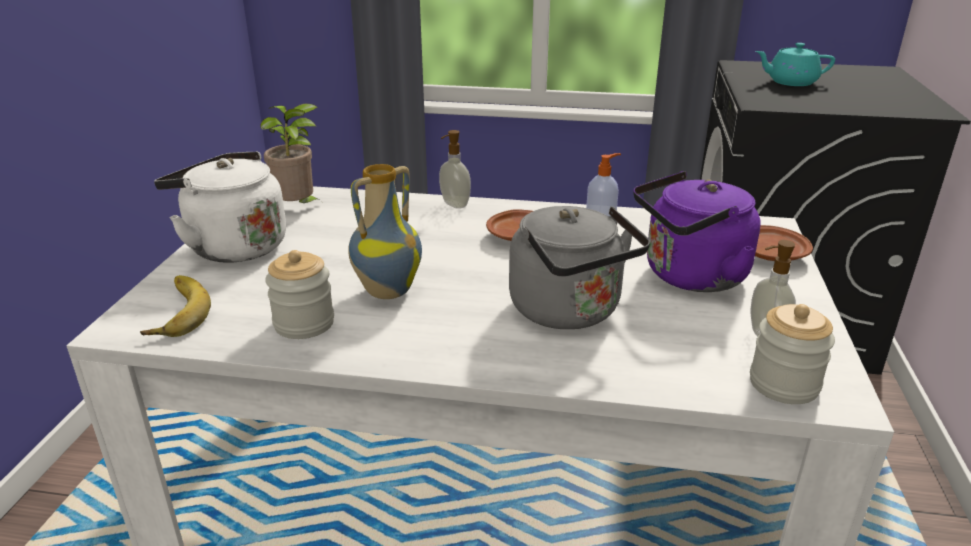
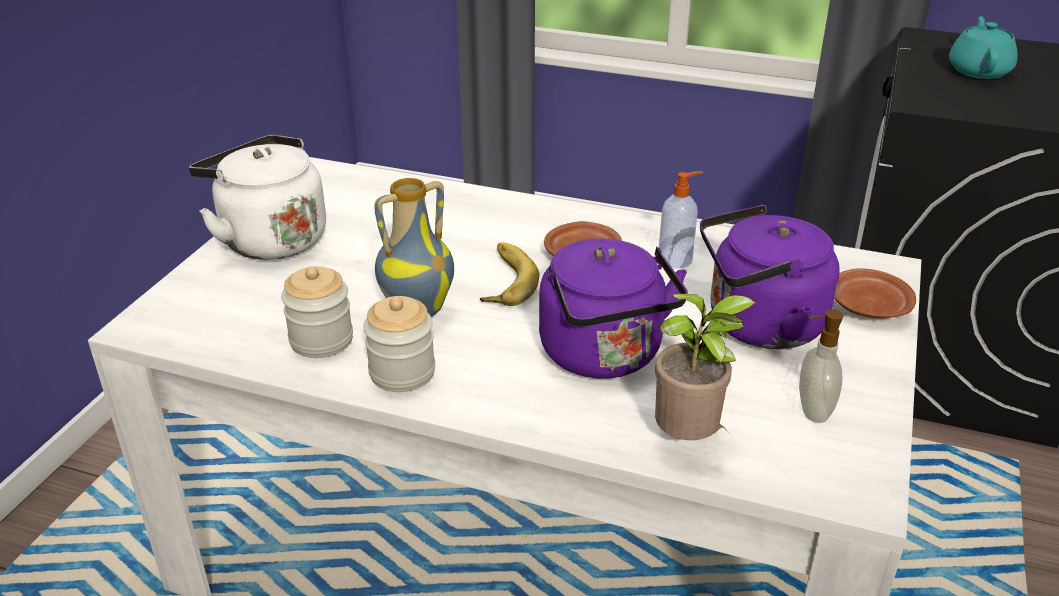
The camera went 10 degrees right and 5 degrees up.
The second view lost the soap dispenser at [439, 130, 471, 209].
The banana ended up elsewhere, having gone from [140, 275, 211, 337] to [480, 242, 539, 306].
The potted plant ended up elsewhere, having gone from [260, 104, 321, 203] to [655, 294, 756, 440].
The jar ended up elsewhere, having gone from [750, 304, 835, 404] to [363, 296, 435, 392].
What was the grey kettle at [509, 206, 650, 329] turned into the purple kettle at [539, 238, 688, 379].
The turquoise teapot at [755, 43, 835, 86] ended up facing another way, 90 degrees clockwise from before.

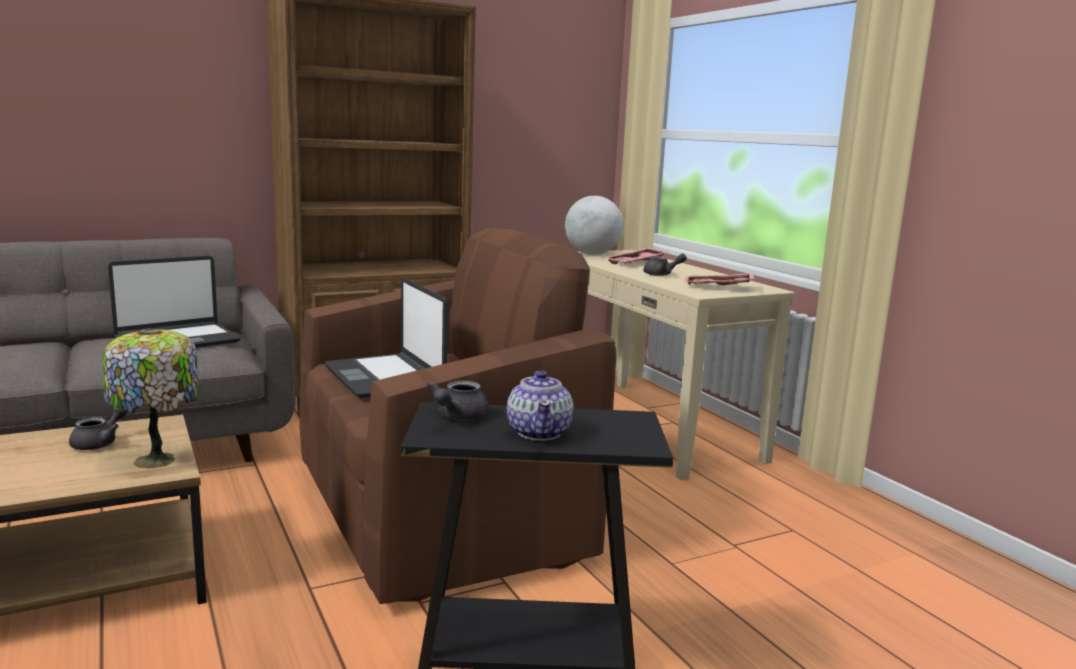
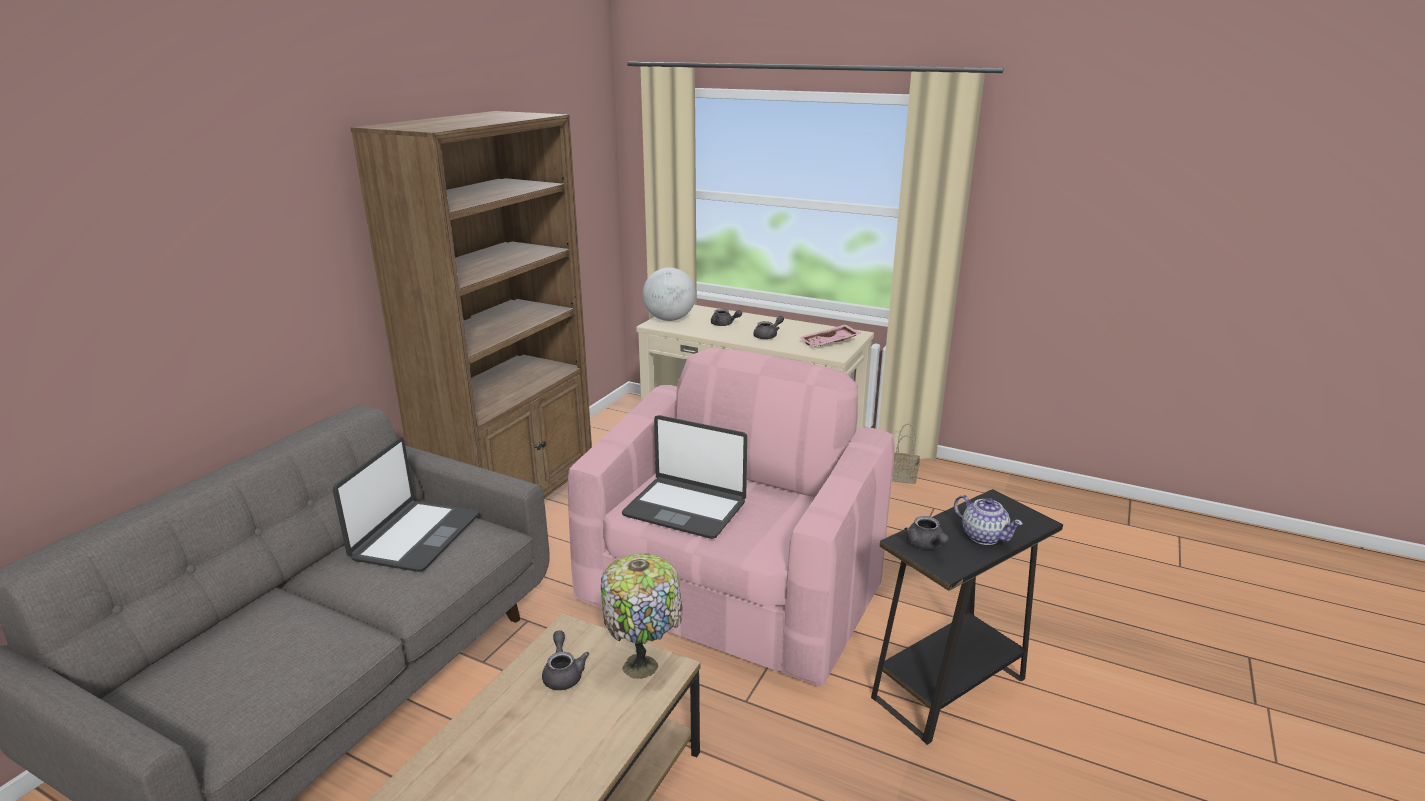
The camera went 35 degrees left and 10 degrees up.
The second view gained the basket at [892, 424, 920, 484].
Where the pink tray stood at [604, 248, 669, 264], the grey teapot came to stand at [711, 309, 742, 326].
What was the brown armchair at [299, 228, 616, 604] turned into the pink armchair at [568, 348, 895, 687].

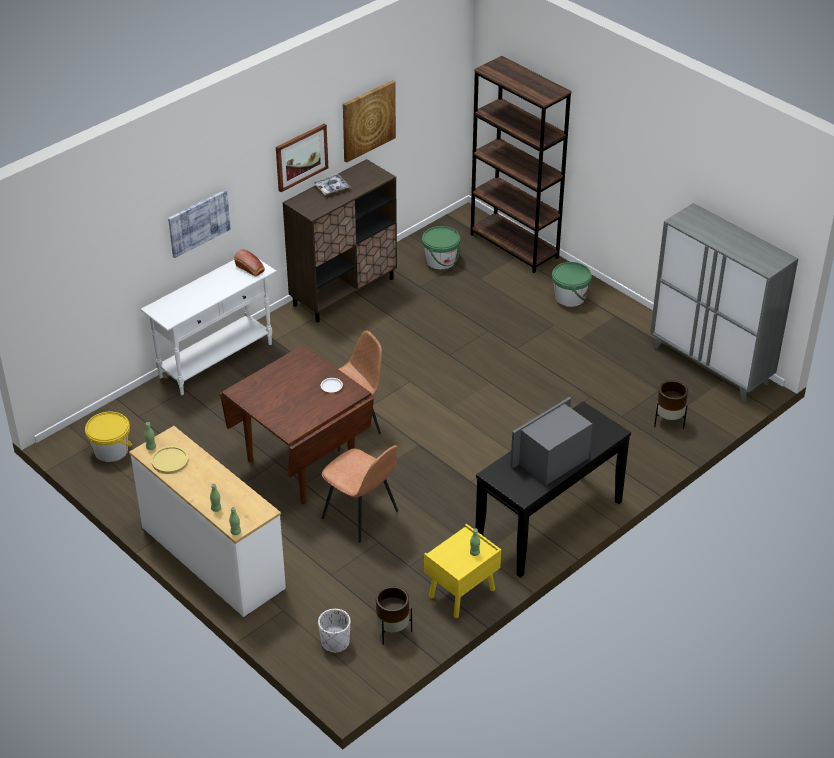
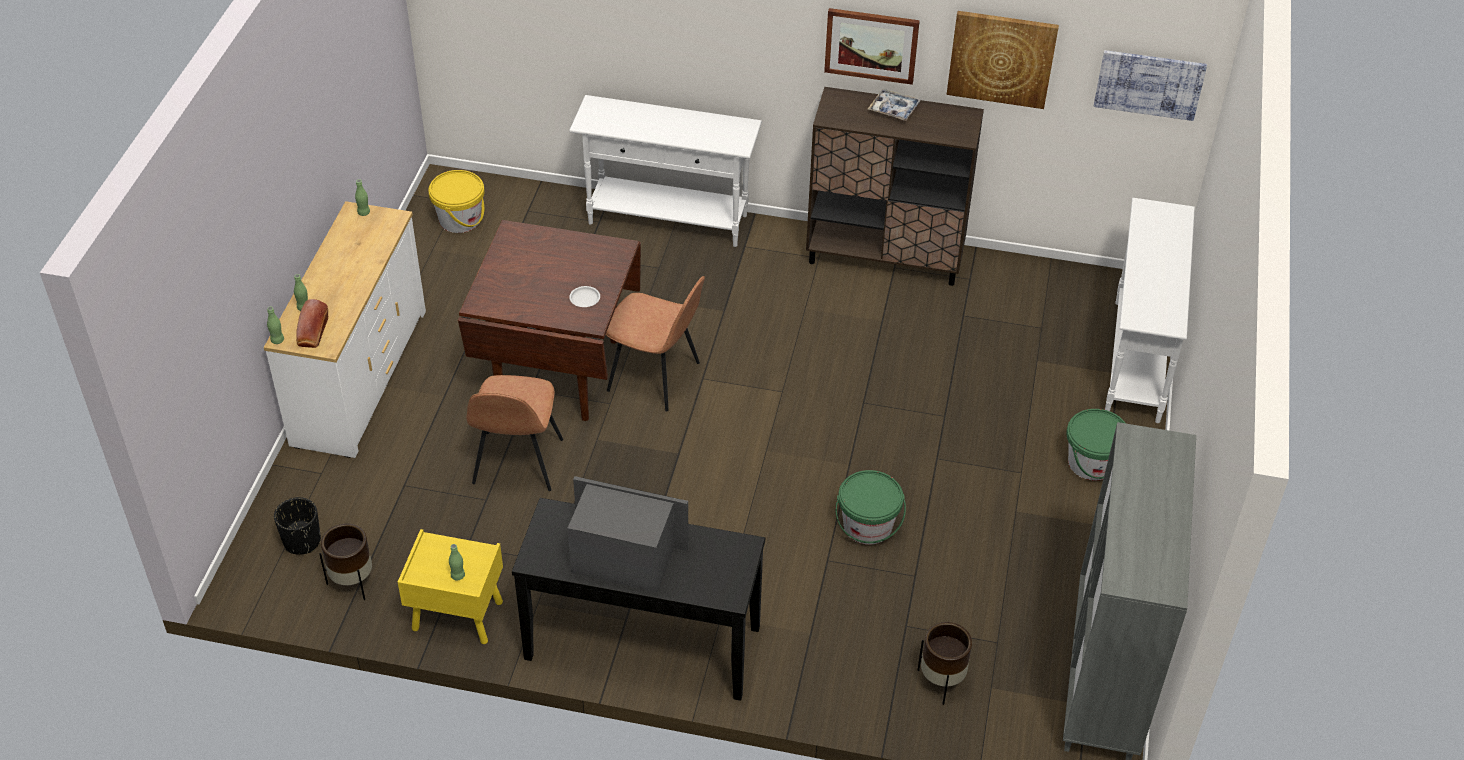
The camera went 55 degrees right and 5 degrees up.
The second view lost the yellow plate at [151, 446, 189, 474].
The picture ended up elsewhere, having gone from [168, 190, 231, 258] to [1094, 50, 1207, 121].
The bread ended up elsewhere, having gone from [234, 249, 265, 277] to [296, 299, 329, 348].
The green bucket ended up elsewhere, having gone from [422, 226, 460, 269] to [836, 470, 906, 545].
Where the brown bookcase stood at [470, 56, 572, 273], the white console table came to stand at [1105, 198, 1195, 423].
What was the white planter at [318, 609, 351, 653] turned into the black planter at [274, 497, 321, 555].

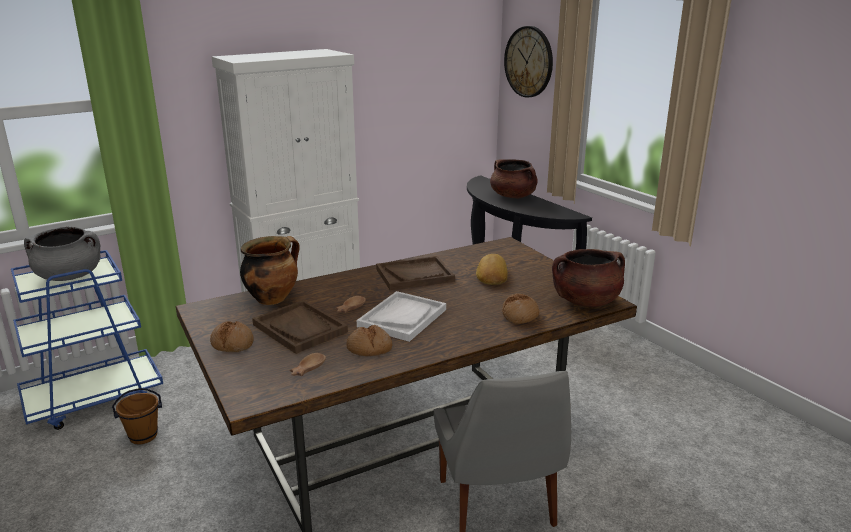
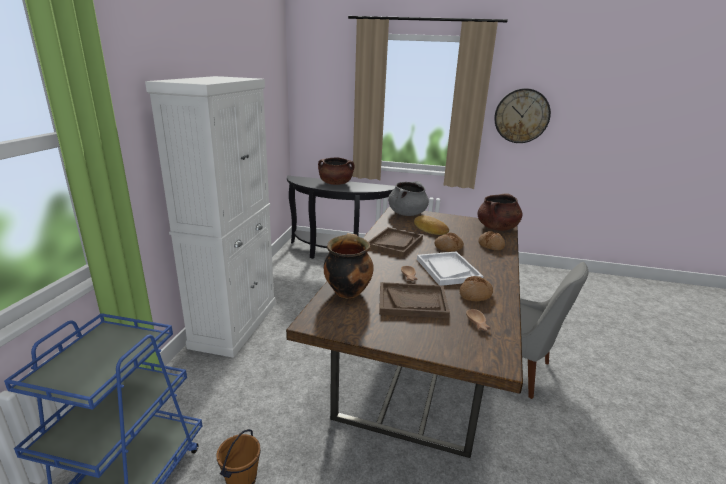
The camera went 45 degrees left and 0 degrees up.
The grey cooking pot ended up elsewhere, having gone from [24, 227, 100, 281] to [388, 181, 429, 216].
The bread ended up elsewhere, having gone from [210, 321, 253, 352] to [434, 233, 464, 252].
The wall clock ended up elsewhere, having gone from [504, 26, 553, 98] to [494, 88, 551, 143].

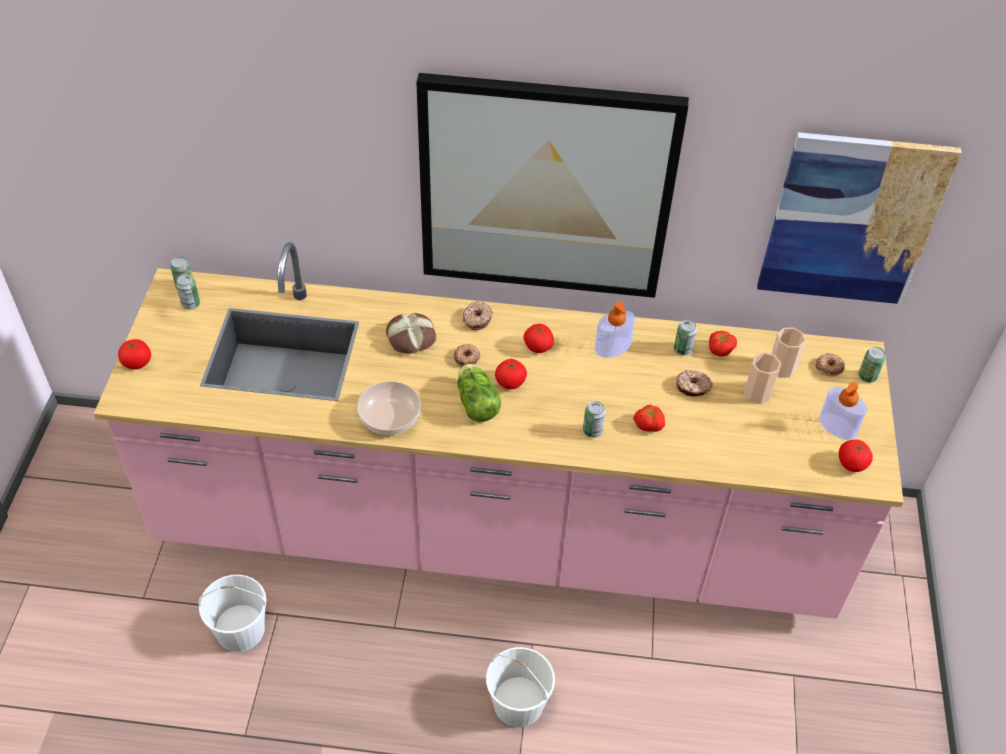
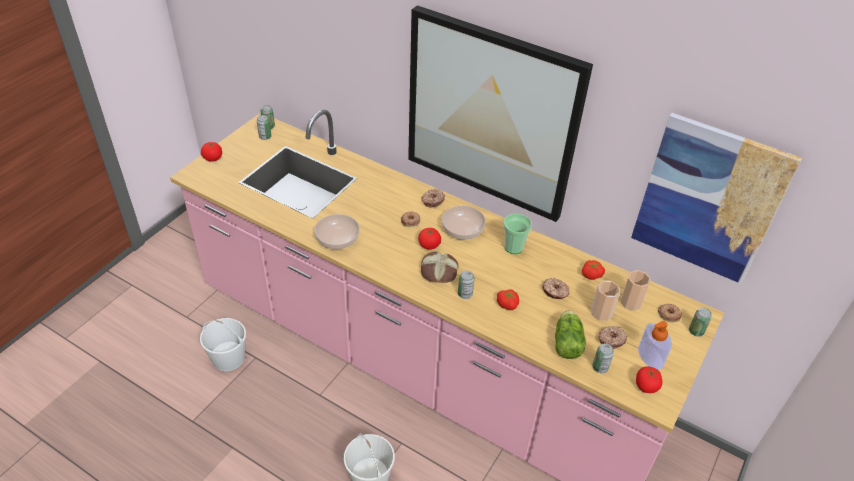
The camera went 25 degrees right and 5 degrees down.
The second view gained the donut at [598, 326, 627, 349].
The bread ended up elsewhere, having gone from [386, 313, 436, 354] to [421, 252, 459, 283].
The lettuce ended up elsewhere, having gone from [457, 364, 501, 422] to [555, 310, 586, 359].
The can ended up elsewhere, having gone from [674, 320, 697, 355] to [592, 343, 614, 373].
Where the tomato stood at [524, 324, 554, 353], the bowl came to stand at [442, 205, 486, 240].
Where the soap dispenser stood at [595, 302, 635, 358], the cup came to stand at [503, 214, 532, 254].

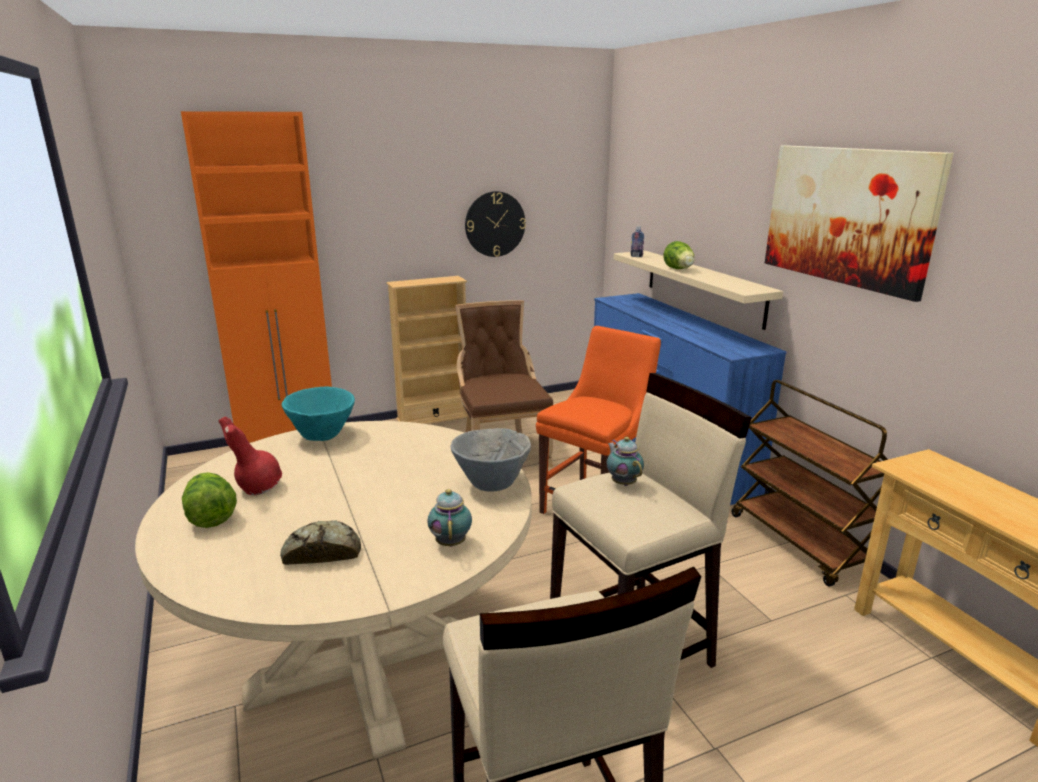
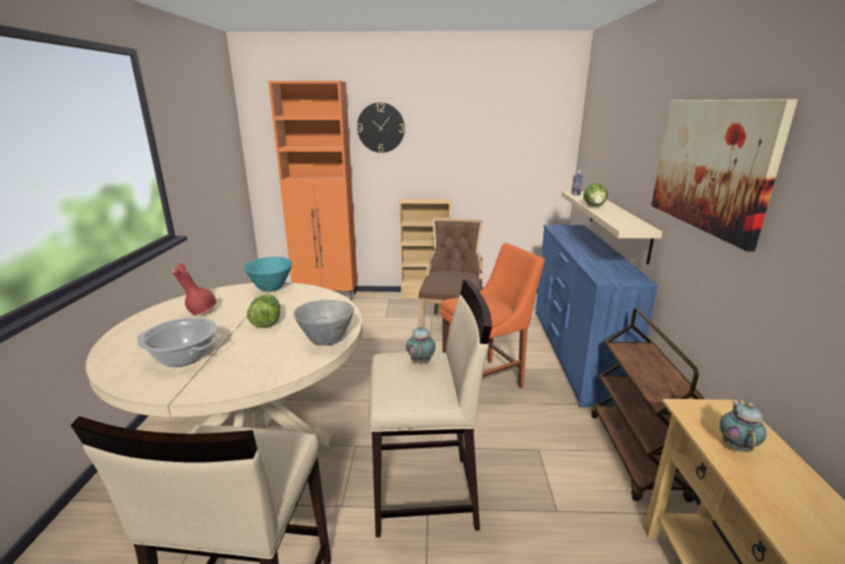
The camera went 25 degrees right and 0 degrees up.
The lettuce ended up elsewhere, having gone from [182, 472, 237, 528] to [247, 294, 280, 328].
The teapot ended up elsewhere, having gone from [427, 489, 472, 547] to [719, 400, 767, 452].
The wall clock ended up elsewhere, having gone from [465, 191, 526, 257] to [357, 102, 405, 153].
Where the bread stood at [280, 520, 361, 565], the cooking pot came to stand at [137, 317, 221, 367].

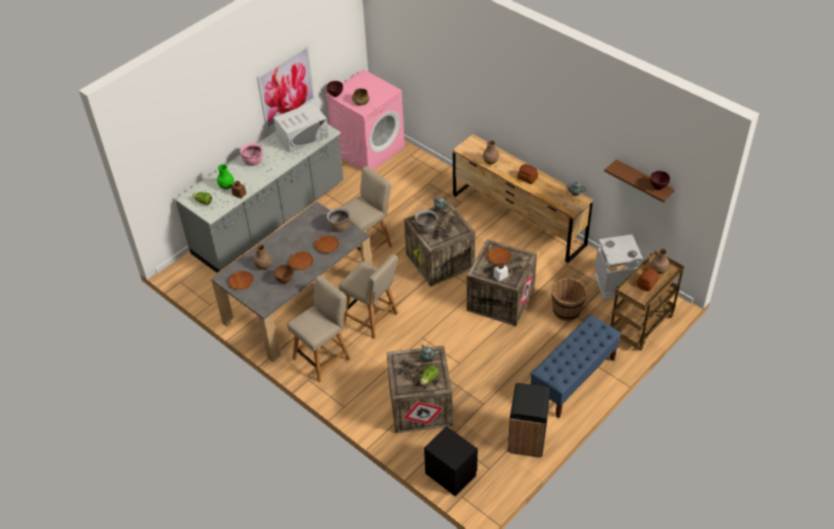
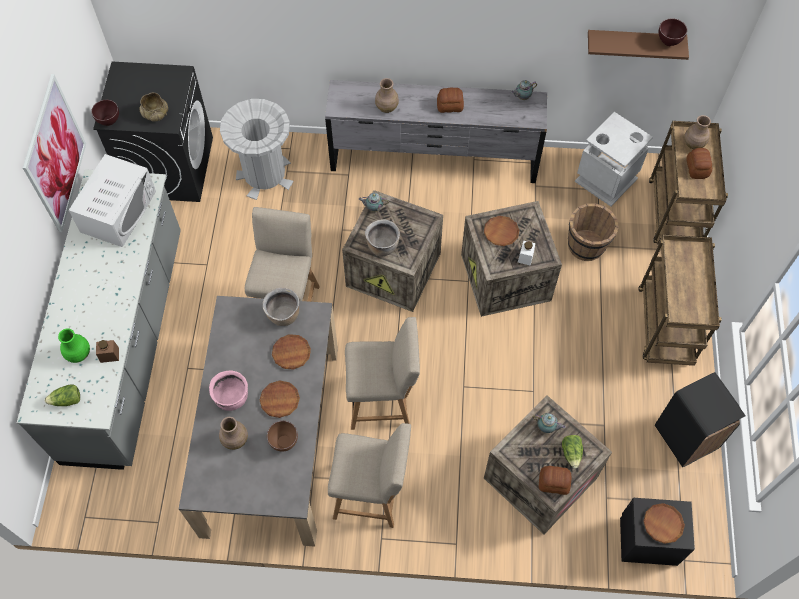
The camera went 40 degrees left and 15 degrees up.
The second view gained the grey trash can at [220, 99, 294, 200].
The second view gained the bread at [539, 466, 571, 495].
The brown plate ended up elsewhere, having gone from [228, 271, 254, 290] to [643, 503, 685, 544].
The pink cooking pot ended up elsewhere, having gone from [240, 143, 263, 166] to [209, 371, 248, 411].
Where the blue bench stood at [530, 315, 622, 418], the brown cart came to stand at [638, 235, 722, 366].
What was the pink washing machine at [325, 69, 405, 170] turned into the black washing machine at [93, 61, 213, 202].
What was the brown dresser at [453, 134, 593, 263] turned into the grey dresser at [325, 80, 547, 183].
The beige chair at [287, 275, 351, 382] ended up facing another way, 90 degrees clockwise from before.

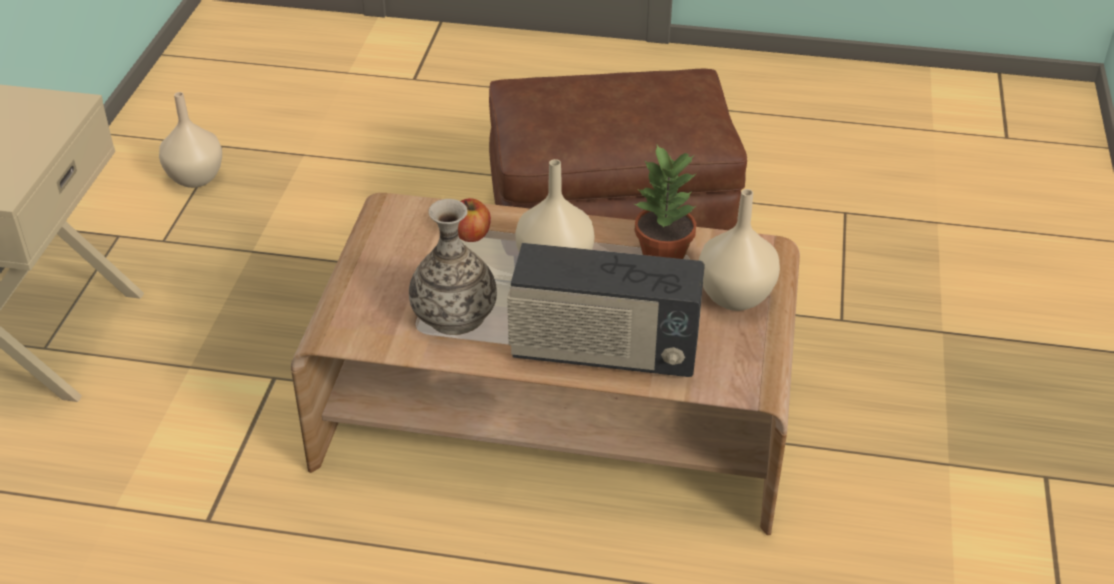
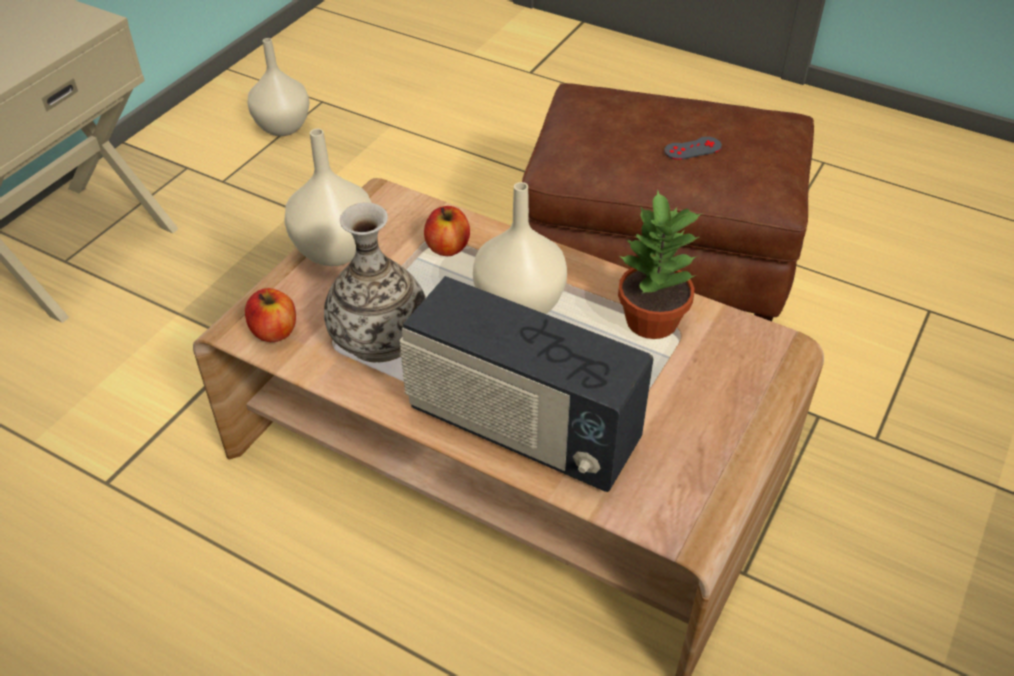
The camera went 20 degrees right and 5 degrees up.
The second view gained the apple at [245, 288, 296, 342].
The second view gained the grey game controller at [664, 137, 722, 160].
The beige vase ended up elsewhere, having gone from [699, 189, 780, 311] to [284, 128, 372, 266].

